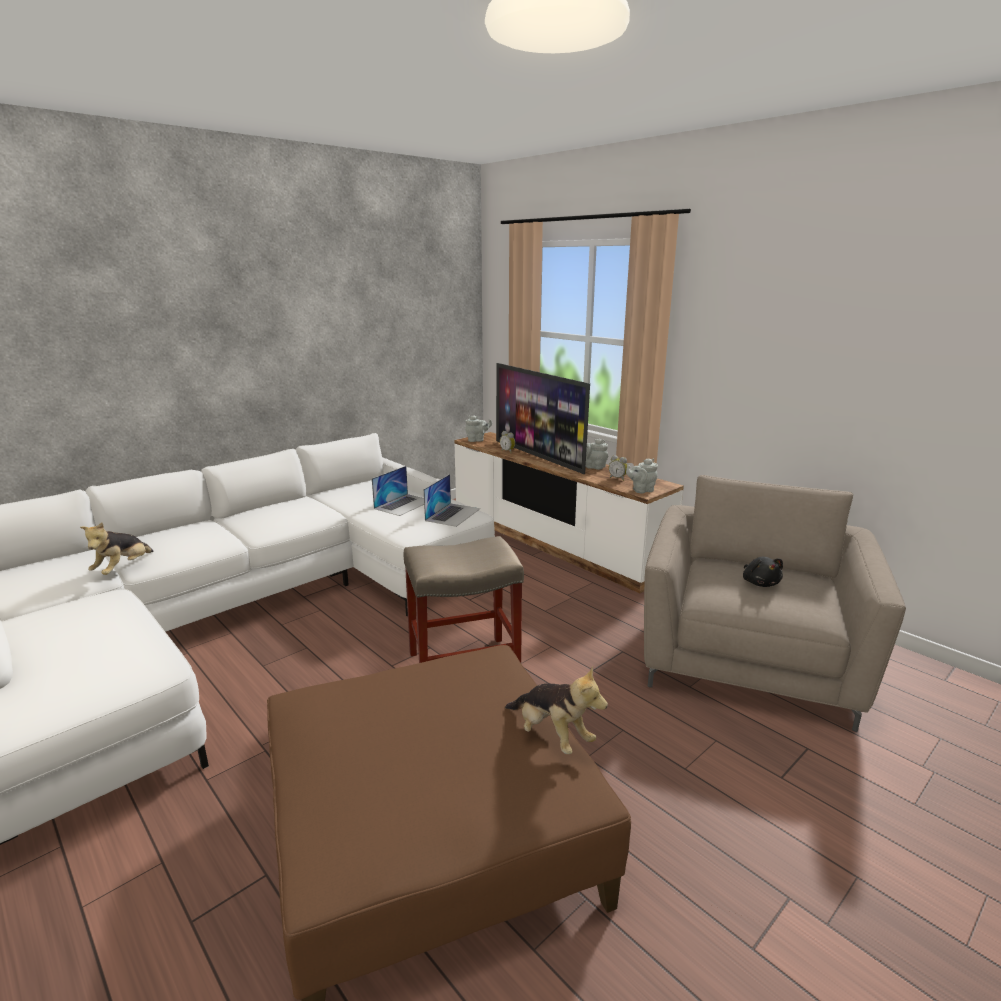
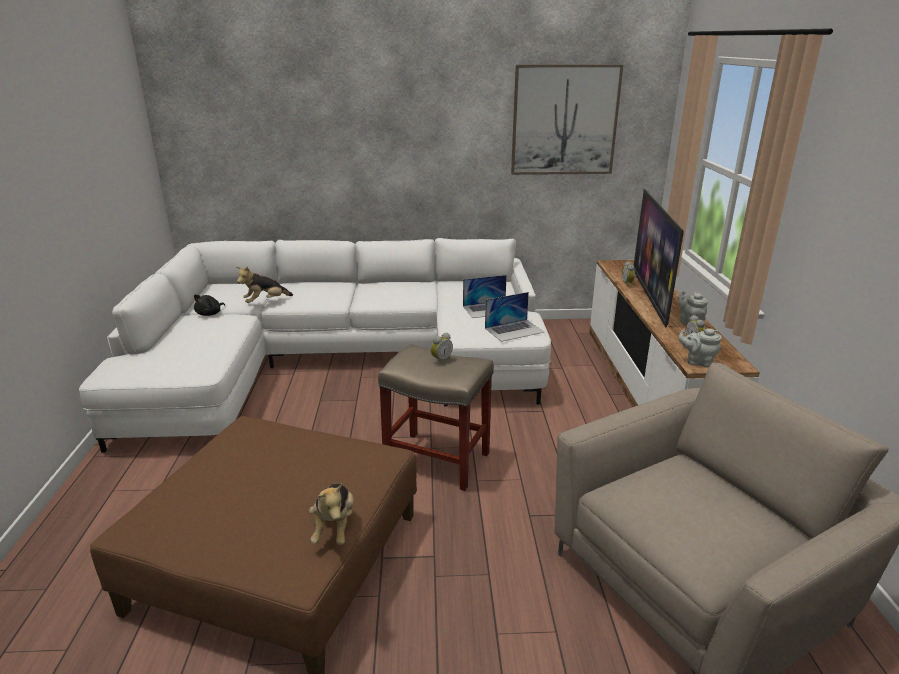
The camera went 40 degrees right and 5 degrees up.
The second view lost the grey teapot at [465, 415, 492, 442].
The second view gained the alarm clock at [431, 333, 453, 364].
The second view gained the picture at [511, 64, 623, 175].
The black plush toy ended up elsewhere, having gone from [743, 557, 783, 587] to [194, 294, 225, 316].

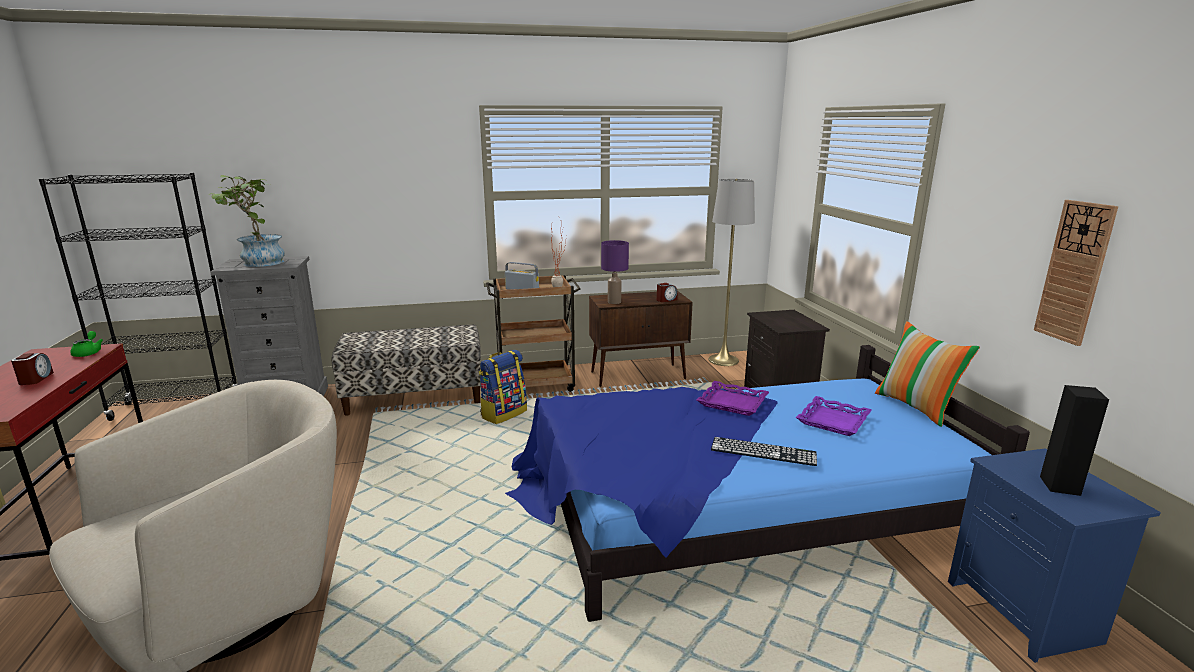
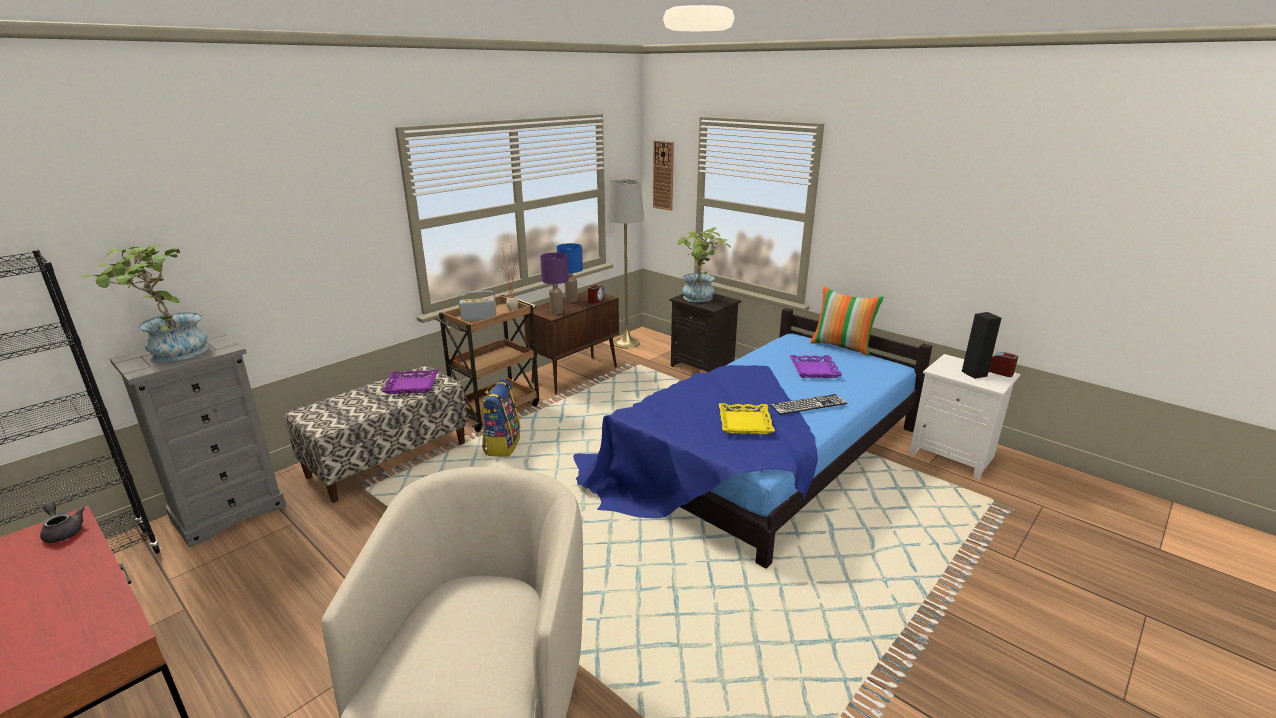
The camera went 35 degrees left and 5 degrees up.
The second view gained the blue table lamp at [557, 243, 583, 302].
The second view gained the potted plant at [678, 227, 731, 302].
The second view gained the yellow tray at [719, 403, 775, 434].
The alarm clock ended up elsewhere, having gone from [11, 353, 54, 385] to [989, 352, 1018, 377].
The purple tray ended up elsewhere, having gone from [697, 381, 769, 416] to [382, 369, 439, 394].
The wall clock ended up elsewhere, having gone from [1034, 200, 1118, 346] to [653, 140, 674, 211].
What was the green teapot at [70, 331, 103, 357] turned into the grey teapot at [40, 502, 84, 543].
What was the blue nightstand at [948, 448, 1161, 663] turned into the white nightstand at [909, 354, 1021, 480].

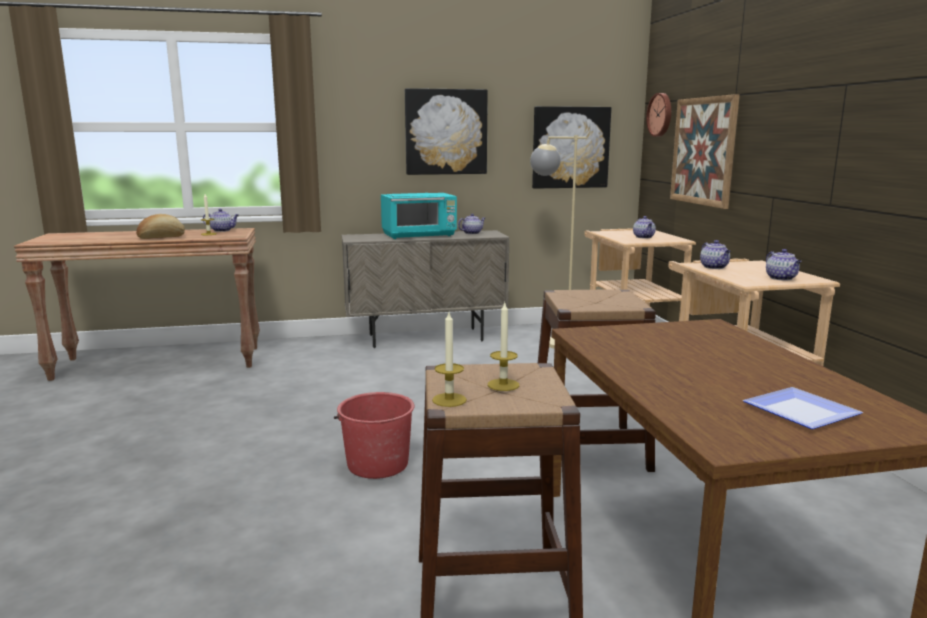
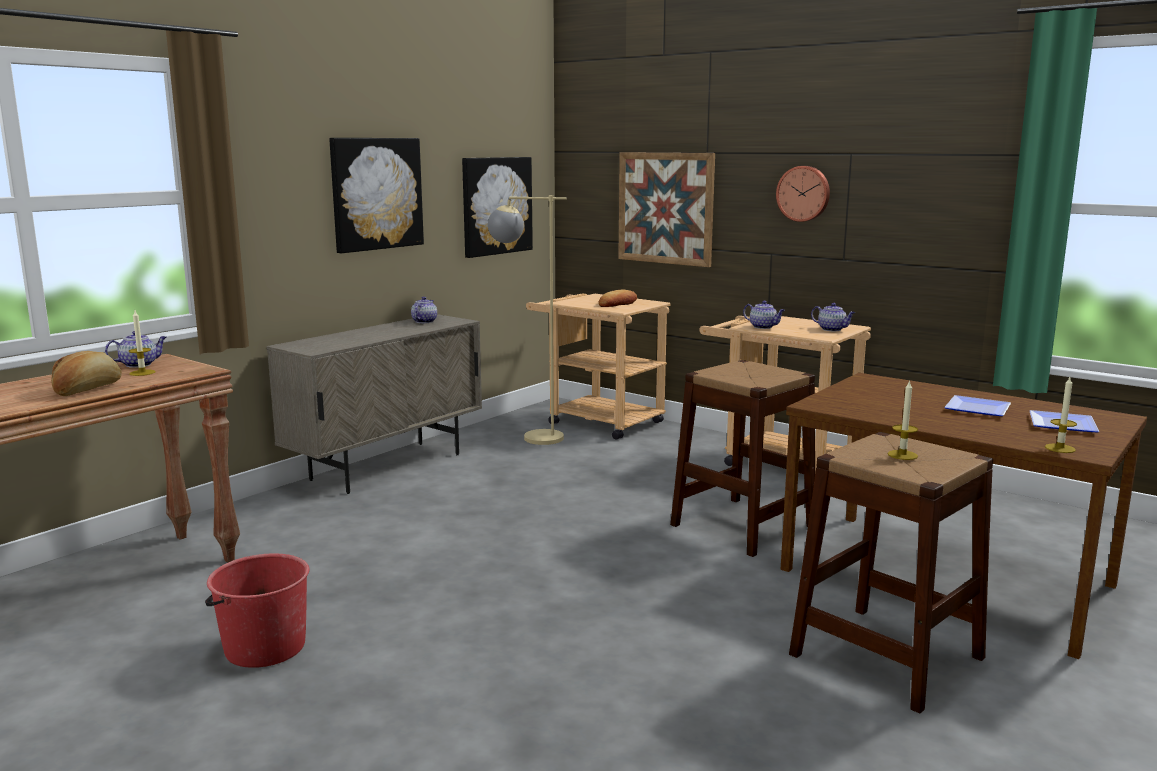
The camera went 40 degrees left and 0 degrees up.
The second view lost the turquoise microwave at [381, 193, 457, 239].
The second view gained the plate at [944, 395, 1011, 416].
The red bucket ended up elsewhere, having gone from [334, 392, 414, 479] to [205, 553, 309, 668].
The candle ended up elsewhere, having gone from [432, 312, 467, 407] to [1045, 377, 1077, 453].
The wall clock ended up elsewhere, having gone from [646, 93, 671, 137] to [776, 166, 830, 222].
Where the teapot stood at [633, 216, 656, 239], the bread came to stand at [599, 290, 637, 307].

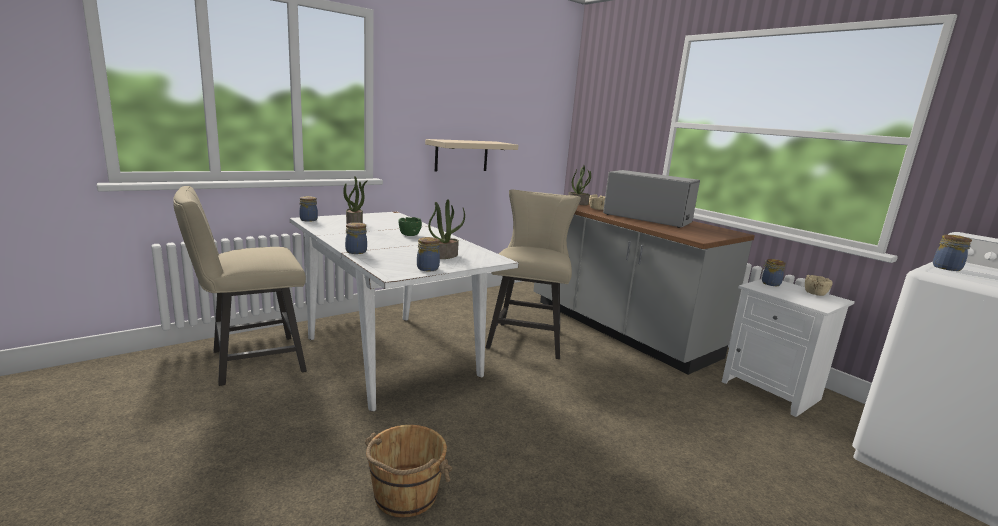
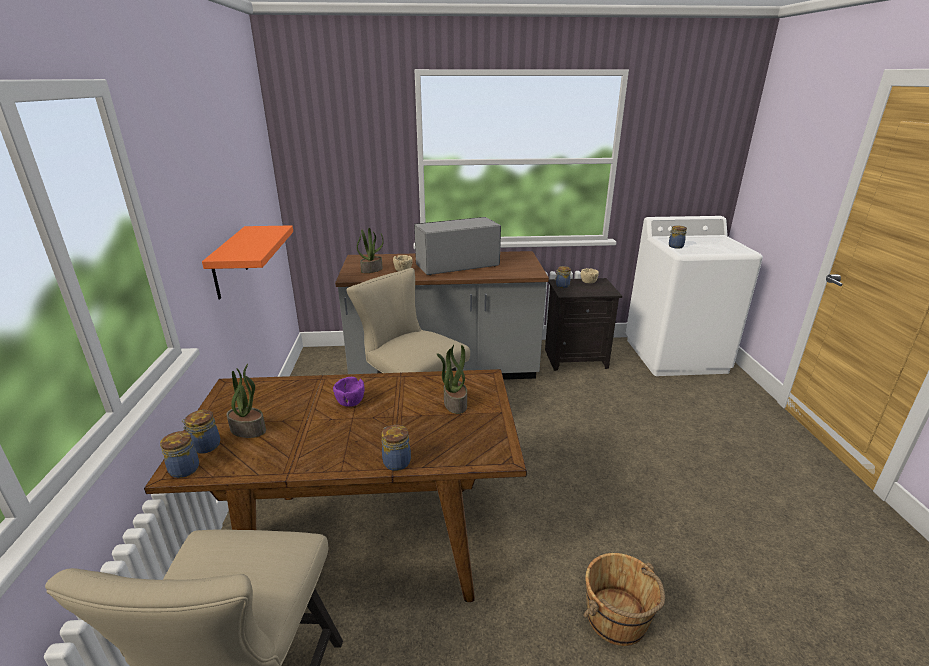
The camera went 55 degrees left and 10 degrees up.
The jar ended up elsewhere, having gone from [417, 237, 440, 271] to [182, 410, 220, 454].
What was the white dining table at [290, 212, 519, 412] turned into the brown dining table at [144, 369, 527, 602].
What was the green bowl at [398, 217, 422, 236] turned into the purple bowl at [333, 377, 365, 407].
What was the beige shelf at [425, 139, 518, 171] turned into the orange shelf at [202, 225, 293, 299].
What was the white nightstand at [722, 279, 855, 417] turned into the black nightstand at [545, 278, 622, 371].

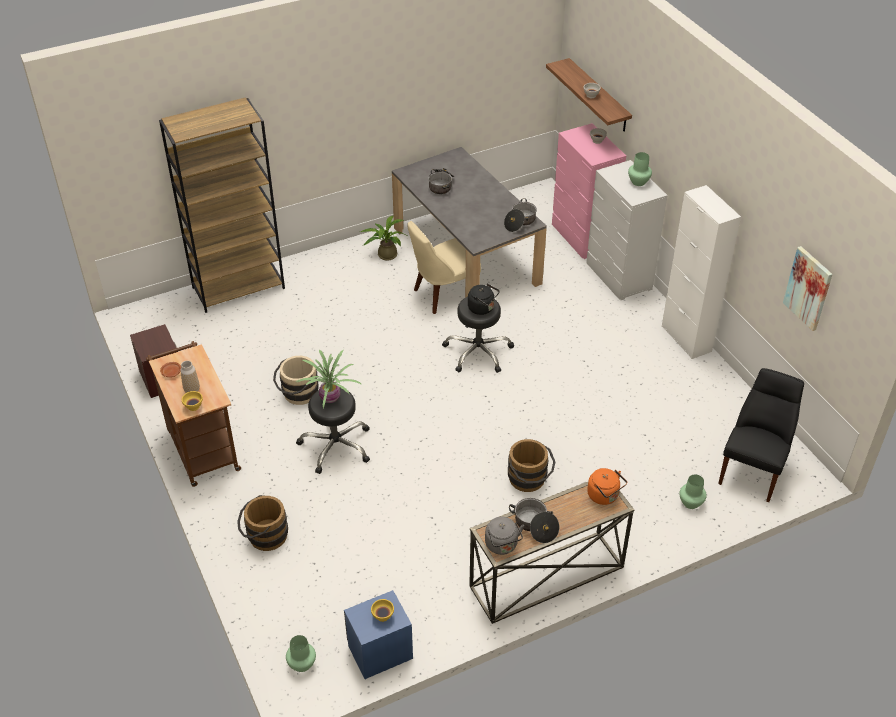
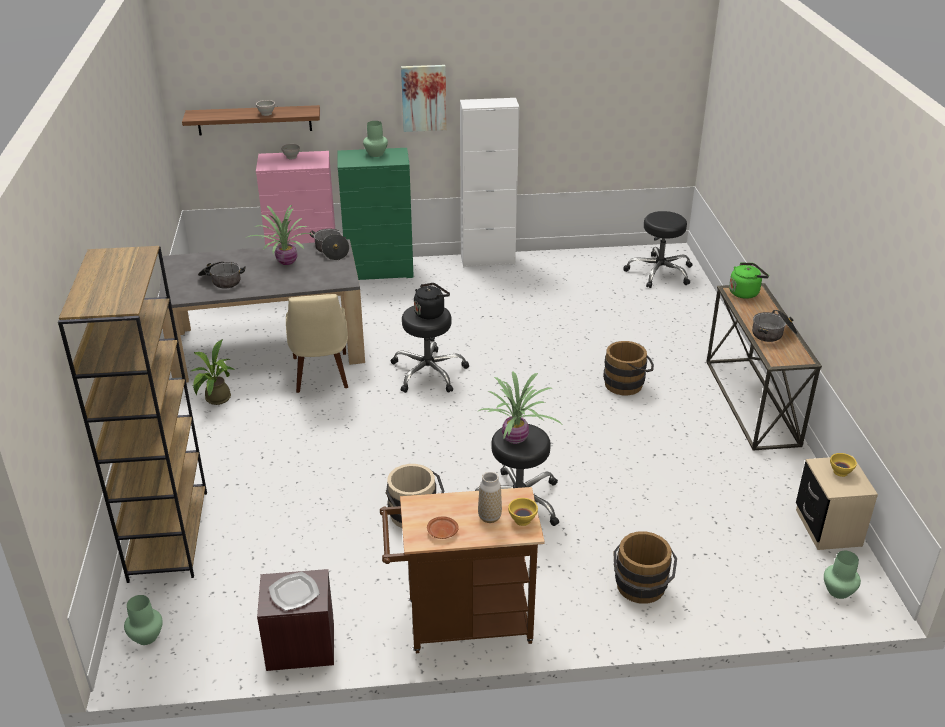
The camera went 70 degrees left and 10 degrees down.
The second view lost the grey kettle at [485, 517, 524, 555].
The second view gained the potted plant at [246, 205, 313, 265].
The second view gained the plate at [269, 572, 320, 610].
The green vase ended up elsewhere, having gone from [679, 475, 707, 509] to [124, 595, 163, 645].
The picture ended up elsewhere, having gone from [783, 246, 833, 331] to [401, 65, 446, 132].
Where the black chair stood at [718, 368, 804, 502], the black stool came to stand at [623, 211, 693, 288].
What was the blue nightstand at [344, 590, 413, 679] turned into the beige nightstand at [796, 456, 878, 550].
What was the white dresser at [586, 160, 668, 300] turned into the green dresser at [338, 148, 414, 280].
What was the orange kettle at [587, 468, 627, 505] turned into the green kettle at [729, 262, 769, 299].

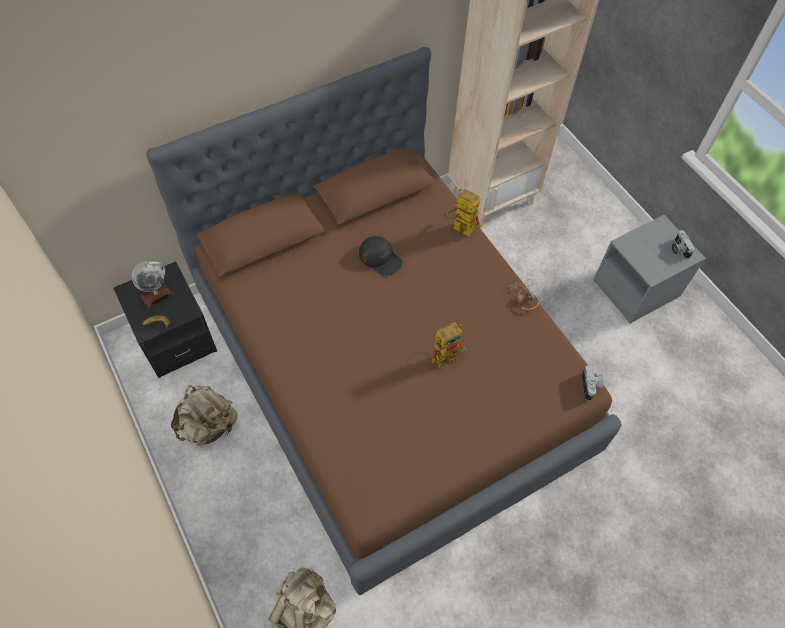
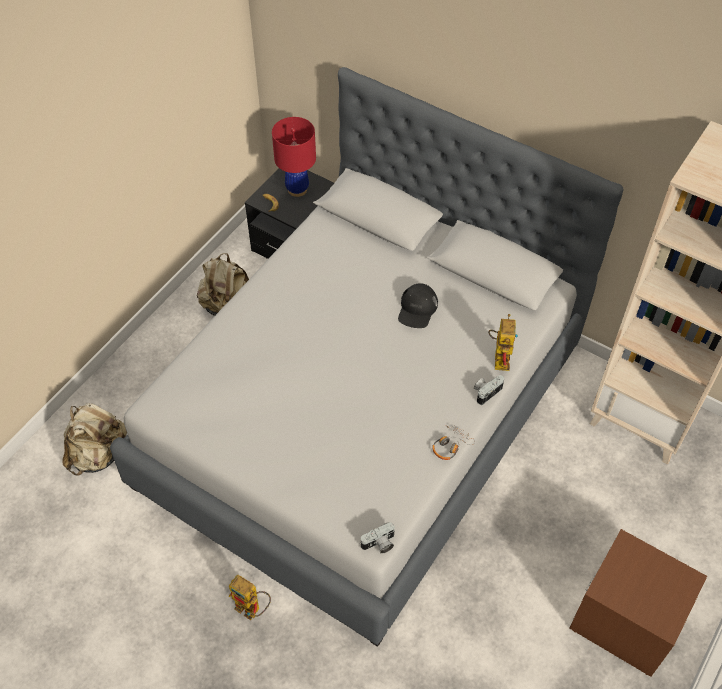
The camera went 65 degrees right and 5 degrees down.
The toy robot ended up elsewhere, having gone from [432, 322, 467, 369] to [229, 575, 271, 620].
The photo camera ended up elsewhere, having gone from [672, 230, 695, 259] to [474, 375, 504, 405].
Where the globe stood at [132, 261, 174, 309], the red table lamp came to stand at [272, 117, 316, 197].
What was the brown bed at [146, 47, 622, 595] turned into the grey bed at [110, 67, 624, 647].
What was the grey nightstand at [593, 215, 706, 323] turned into the brown nightstand at [569, 529, 707, 677].

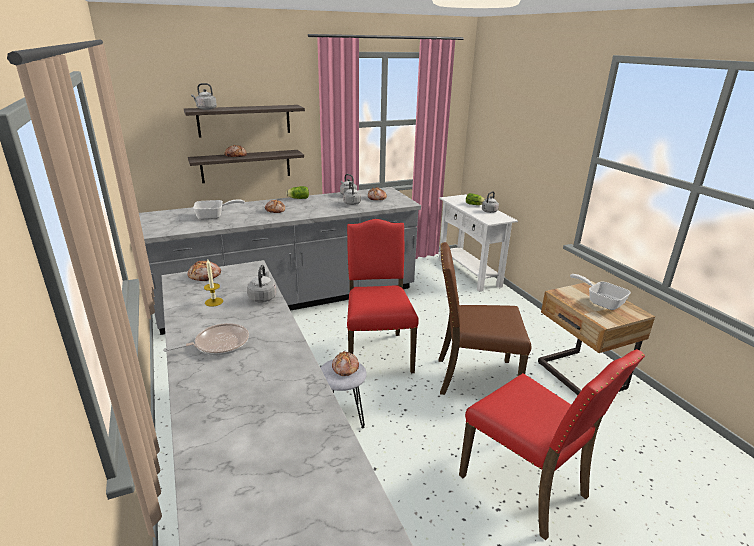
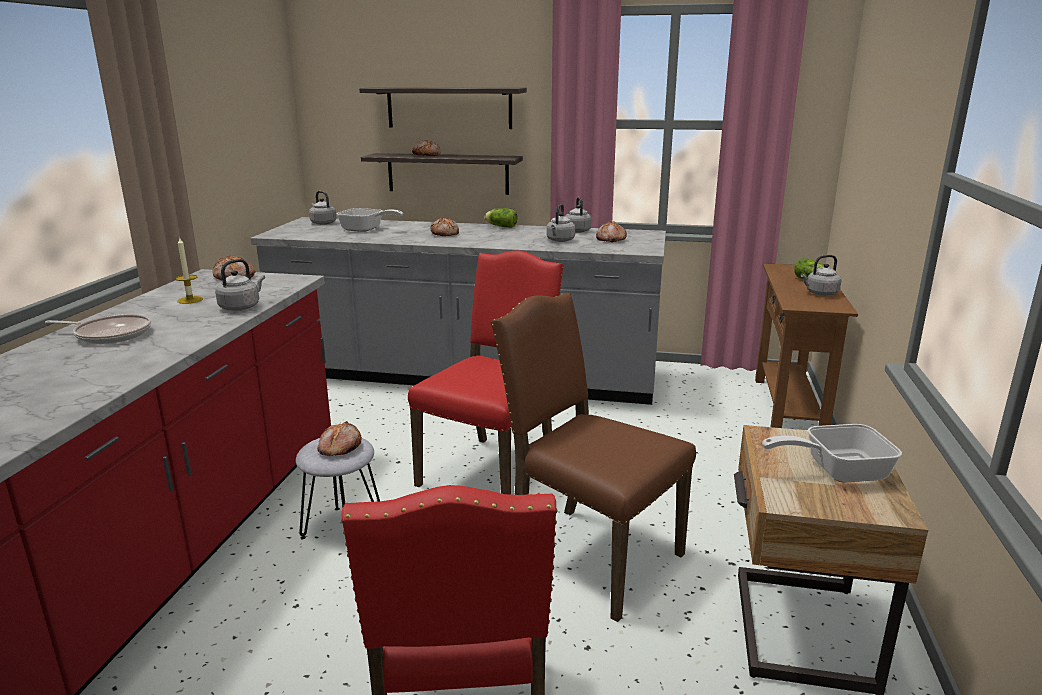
The camera went 35 degrees right and 5 degrees down.
The grey kettle ended up elsewhere, having gone from [191, 83, 217, 110] to [309, 191, 336, 225].
What was the white console table at [439, 194, 518, 292] turned into the brown console table at [755, 263, 858, 428].
The frying pan at [570, 274, 631, 310] ended up facing another way, 90 degrees counterclockwise from before.

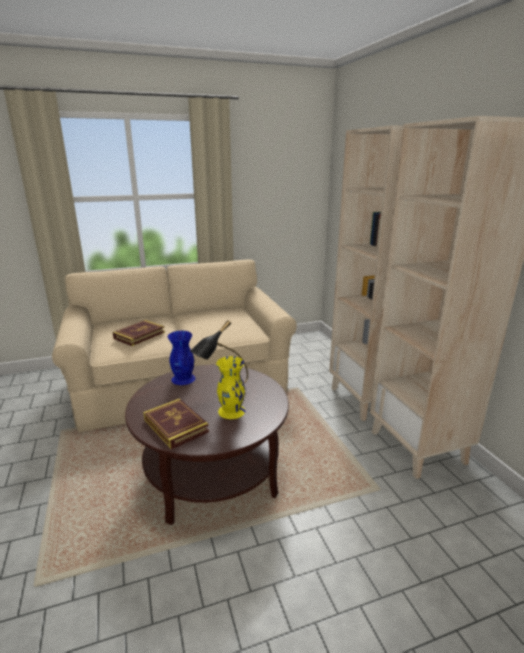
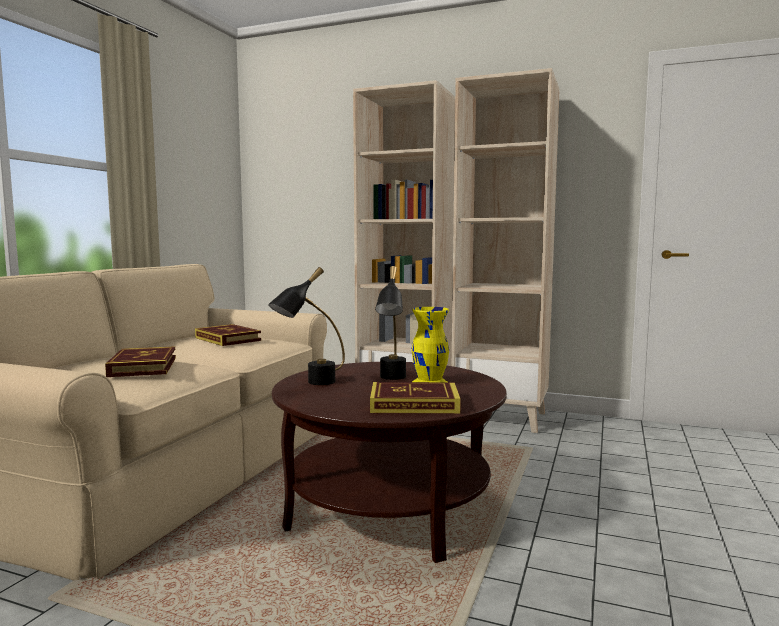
The camera went 50 degrees left and 15 degrees down.
The second view gained the book at [195, 324, 261, 346].
Where the blue vase stood at [168, 331, 196, 385], the black table lamp came to stand at [268, 267, 345, 385].

